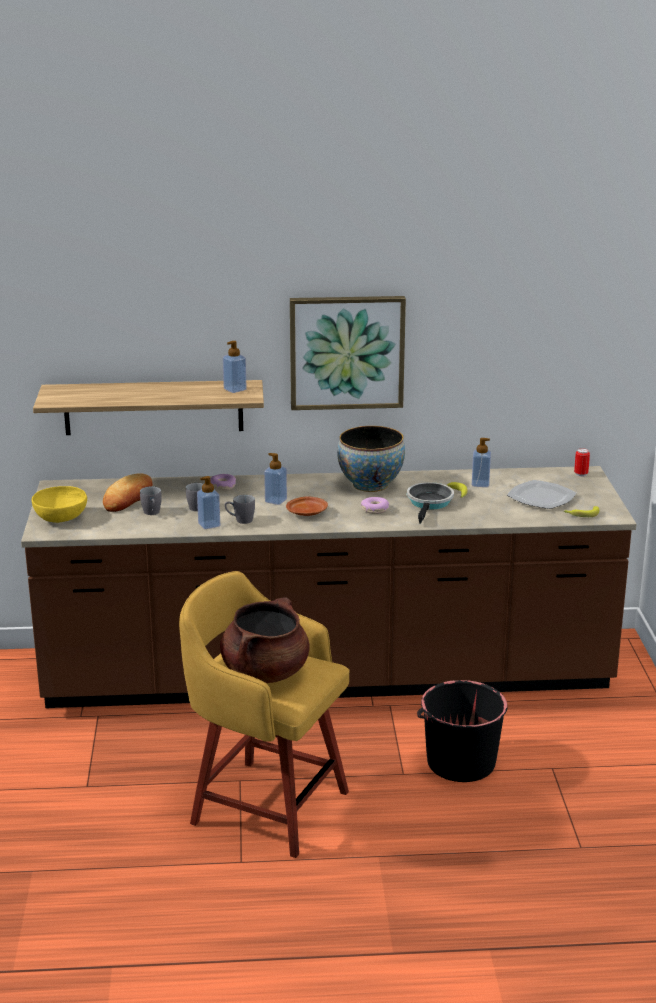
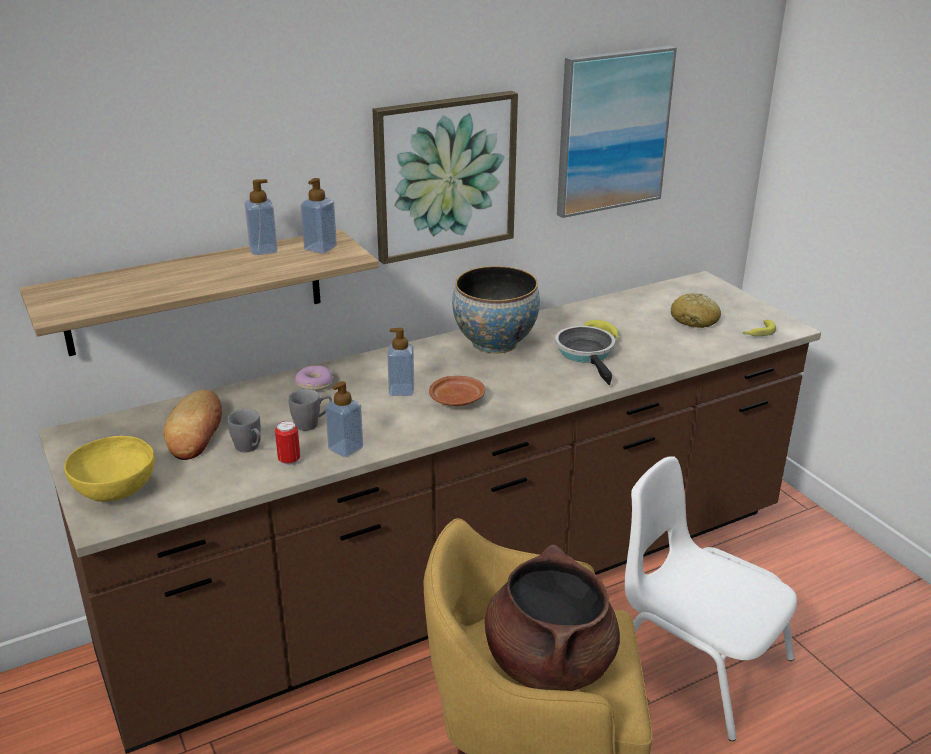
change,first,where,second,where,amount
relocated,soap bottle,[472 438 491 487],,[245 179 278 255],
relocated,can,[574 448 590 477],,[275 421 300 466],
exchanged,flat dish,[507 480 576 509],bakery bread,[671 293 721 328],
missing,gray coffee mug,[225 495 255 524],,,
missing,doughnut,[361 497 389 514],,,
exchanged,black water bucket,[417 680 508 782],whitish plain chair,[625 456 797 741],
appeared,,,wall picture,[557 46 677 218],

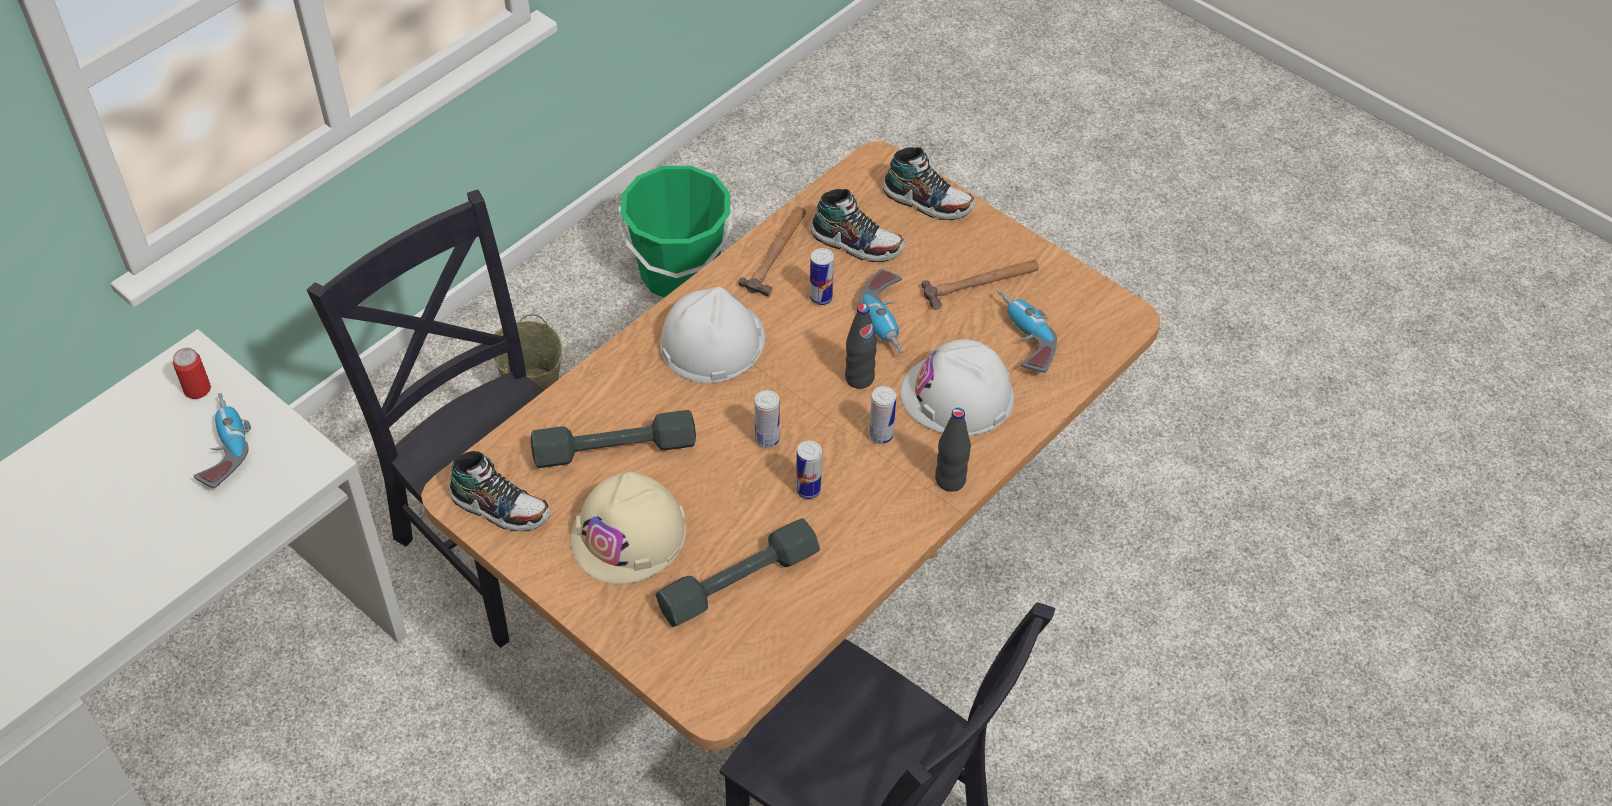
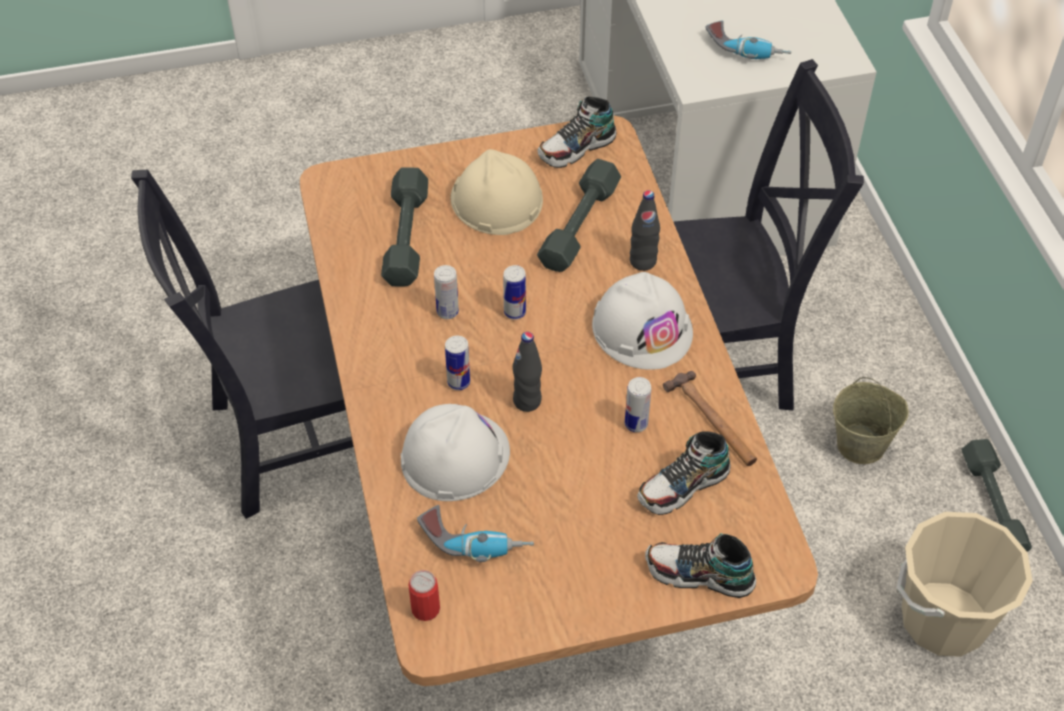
change,first,where,second,where,amount
spun,low shoe,[883 147 975 220],,[645 533 756 598],45 degrees clockwise
colour,green-coloured water bucket,[619 166 733 298],beige-coloured water bucket,[897 512 1033 657],
missing,hammer,[921 260 1039 310],,,
missing,drill,[859 269 904 354],,,
relocated,can,[173 348 211 399],,[408 570 440 621],
relocated,black bottle,[935 408 971 492],,[630 190 660 271],
appeared,,,gray hand weight,[961 439 1032 552],

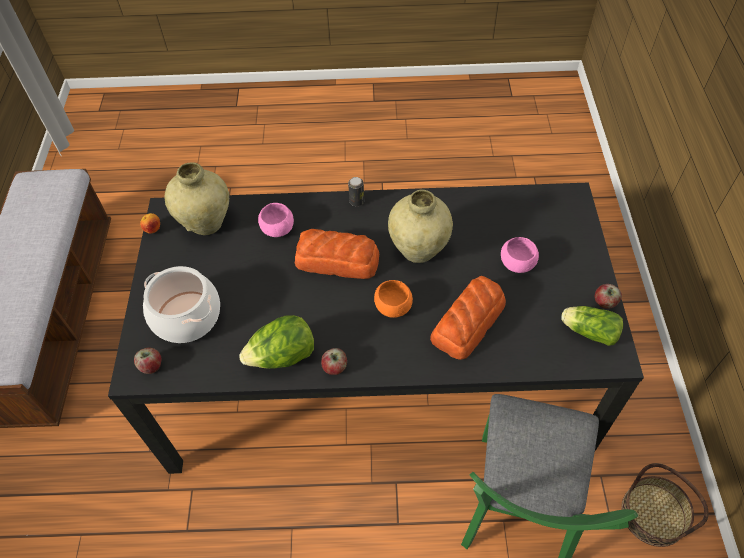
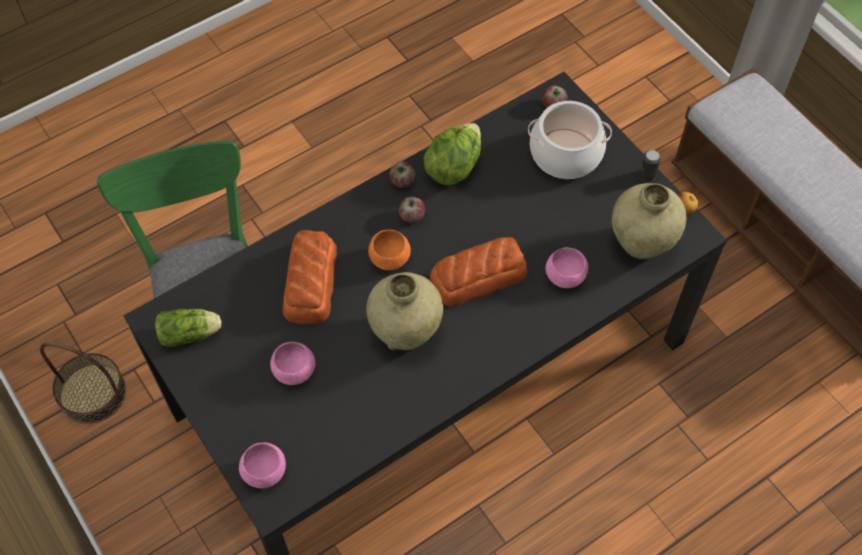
change,first,where,second,where,amount
relocated,can,[348 177 364 206],,[639 150 661 182],
relocated,apple,[594 284 622 309],,[399 197 425 223],
appeared,,,pink-coloured serving bowl,[239 442 286 488],

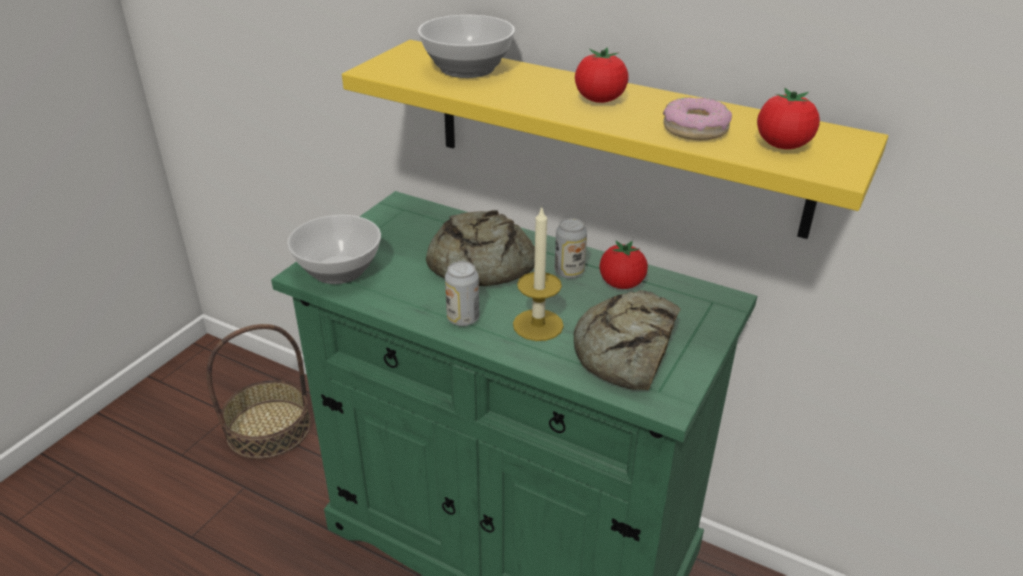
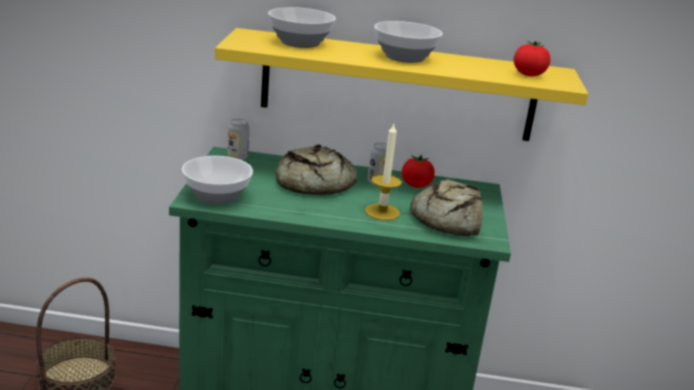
change,first,where,second,where,amount
exchanged,tomato,[575 48 629 103],serving bowl,[374 21 443 63],
missing,doughnut,[663 97 732 140],,,
relocated,can,[445 261 479 326],,[227 119 250 160],

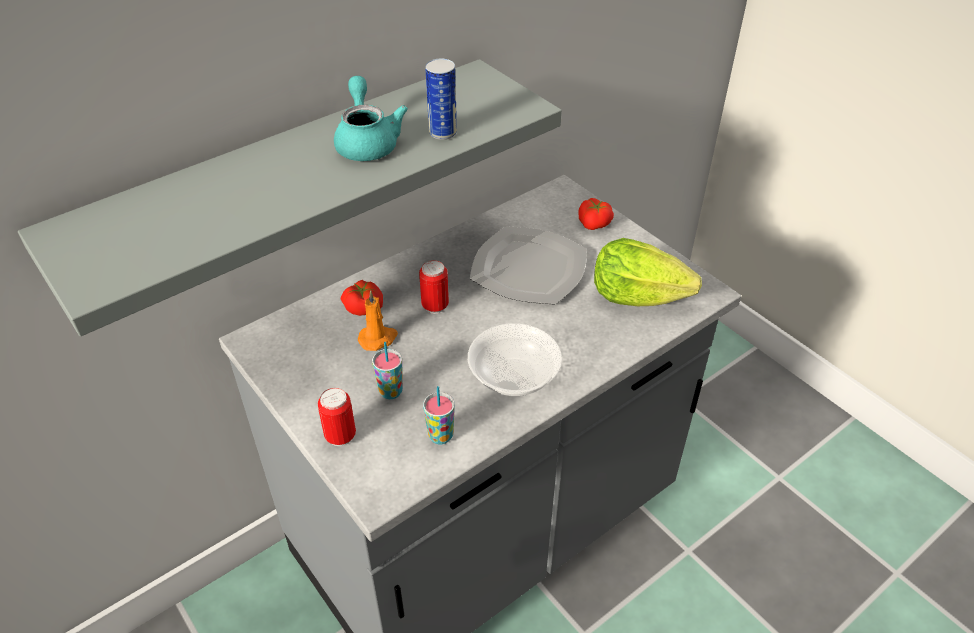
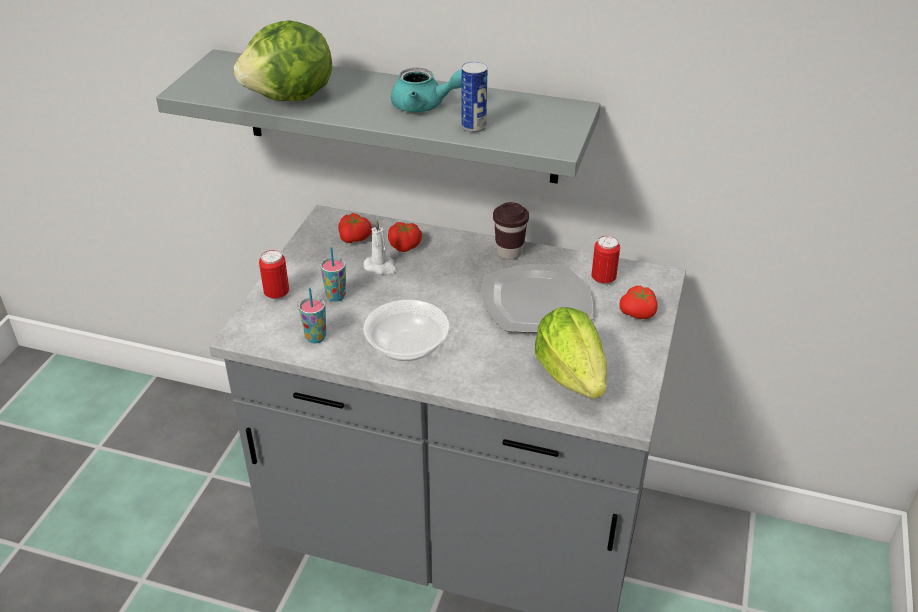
change,first,where,second,where,amount
spun,blue-green tea pot,[334 76 408 161],,[391 68 462 112],60 degrees clockwise
relocated,can,[419 260 449 314],,[591 236 620 286],
colour,orange wax light,[358 290 398 351],whitish wax light,[364 219 397 274],
appeared,,,lettuce,[234 20 332 101],
appeared,,,brownish drinking cup,[493 202 529 260],
appeared,,,tomato,[338 213 372 243],

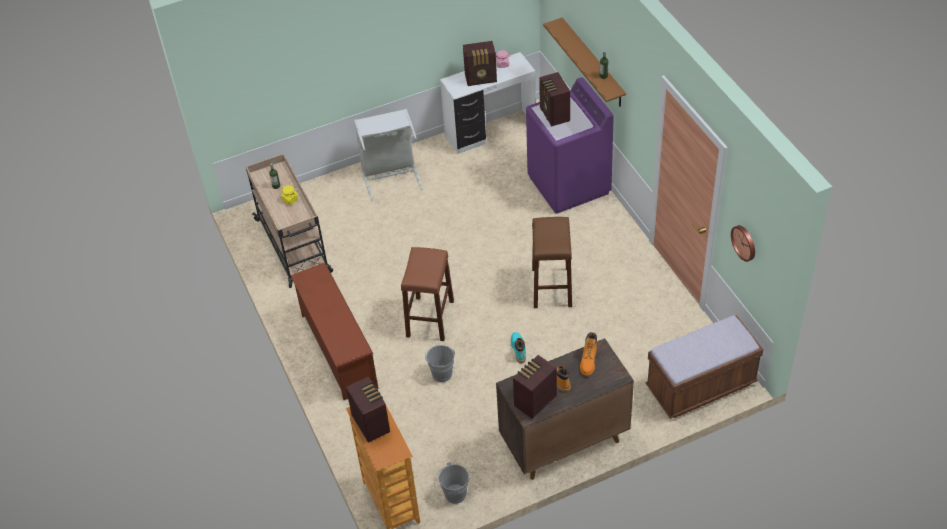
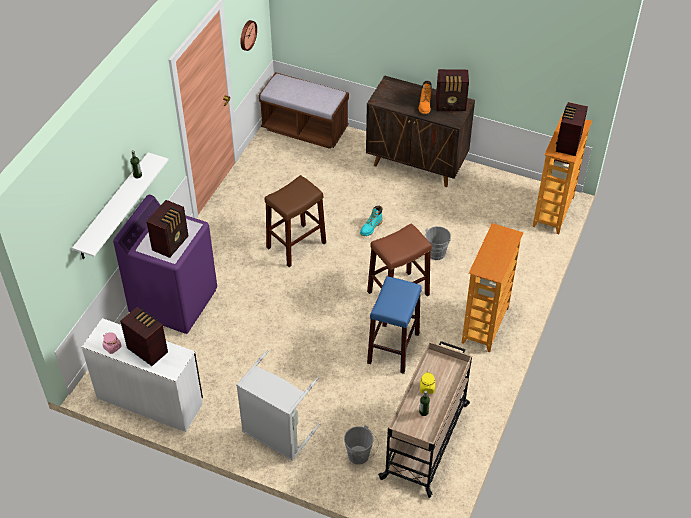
change,first,where,second,where,amount
colour,brownish bracket shelf,[543 18 626 107],whitish bracket shelf,[72 152 169 259],
exchanged,brownish shoe stand,[290 263 378 400],shelving unit,[462 223 524 352],
missing,orange boot,[580 332 597 376],,,
relocated,gray water bucket,[434 462 469 504],,[344 425 378 465],
appeared,,,blue-coloured stool,[367 276 422 374],

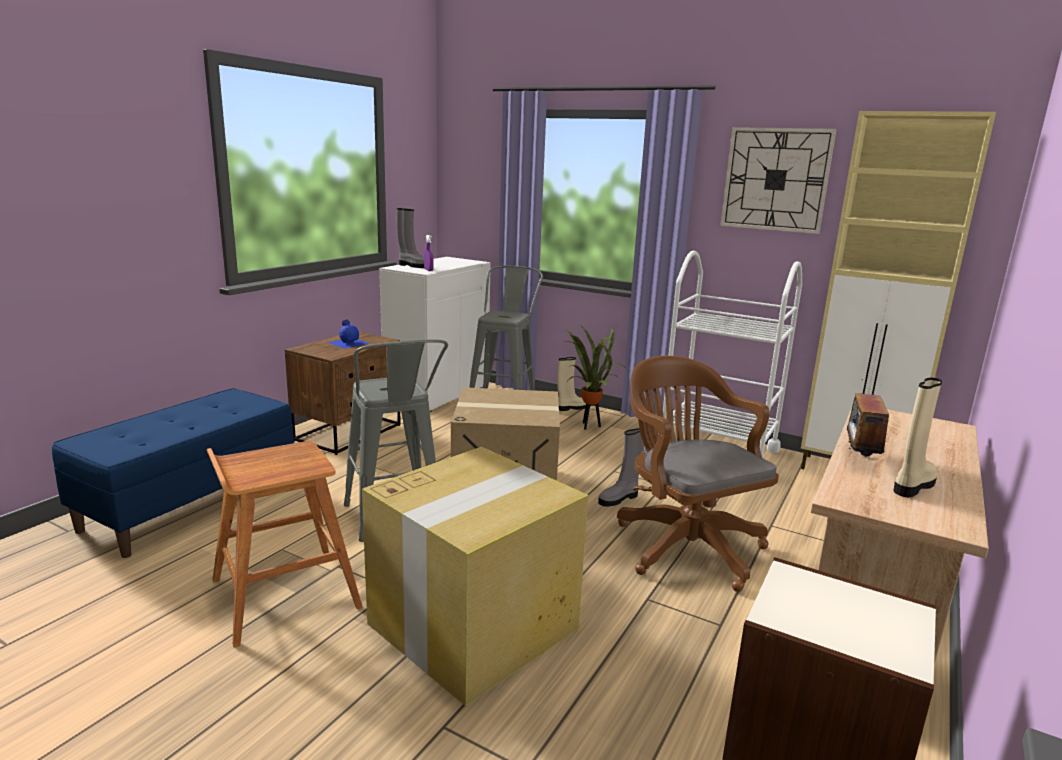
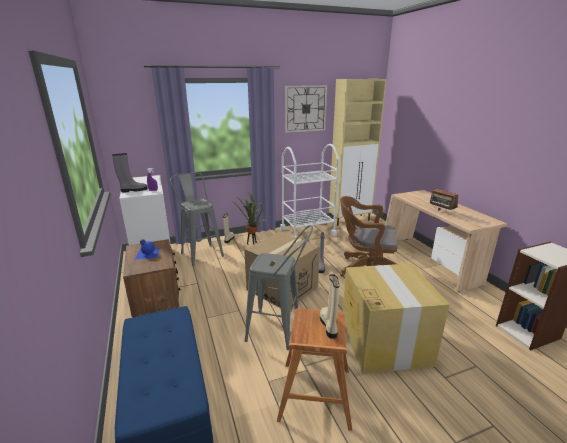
change,first,where,second,where,amount
relocated,beige-coloured boot,[894 378 942 497],,[320 274 340 339],

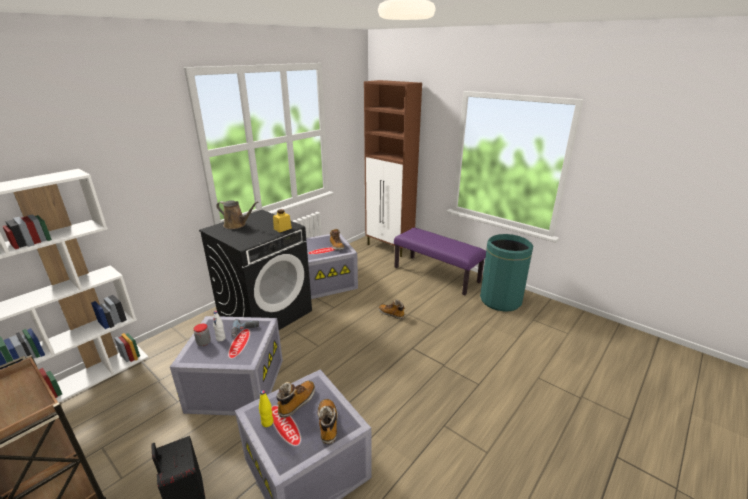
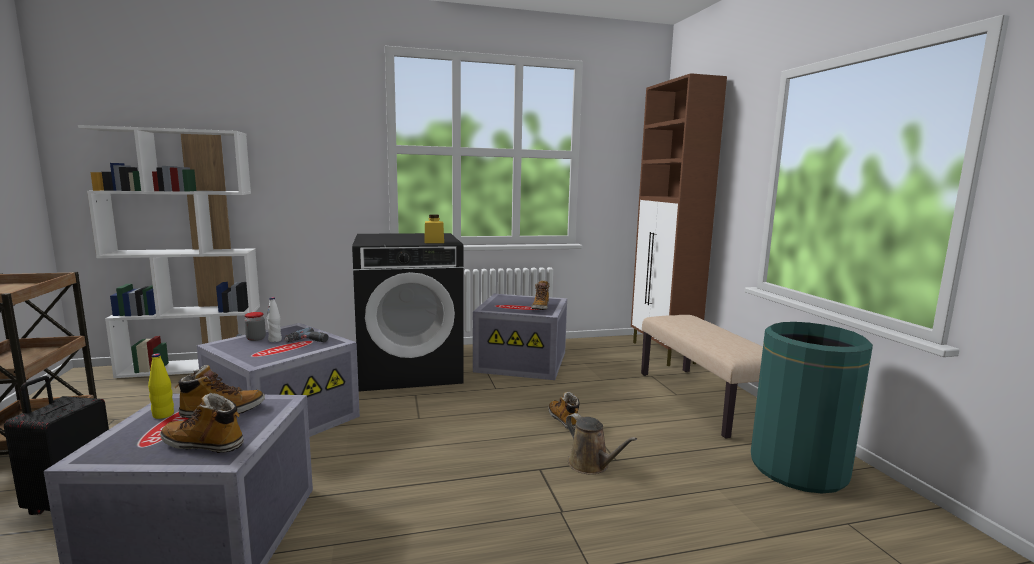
change,first,where,second,where,amount
relocated,brownish watering pot,[216 201 258 229],,[566 413 637 475],
colour,purple-coloured indoor bench,[394 227 486 295],beige-coloured indoor bench,[641 315 763 439],
spun,boot,[318 399 338 445],,[160 393 244 453],105 degrees counterclockwise

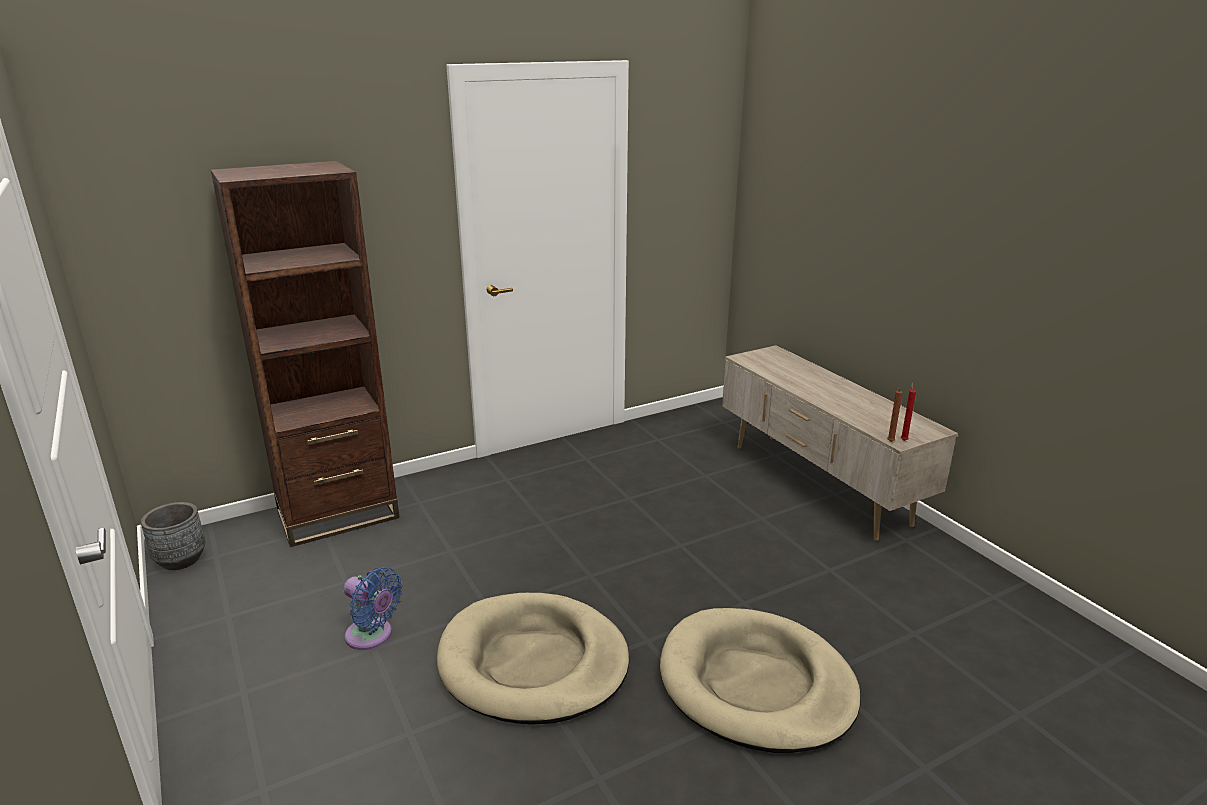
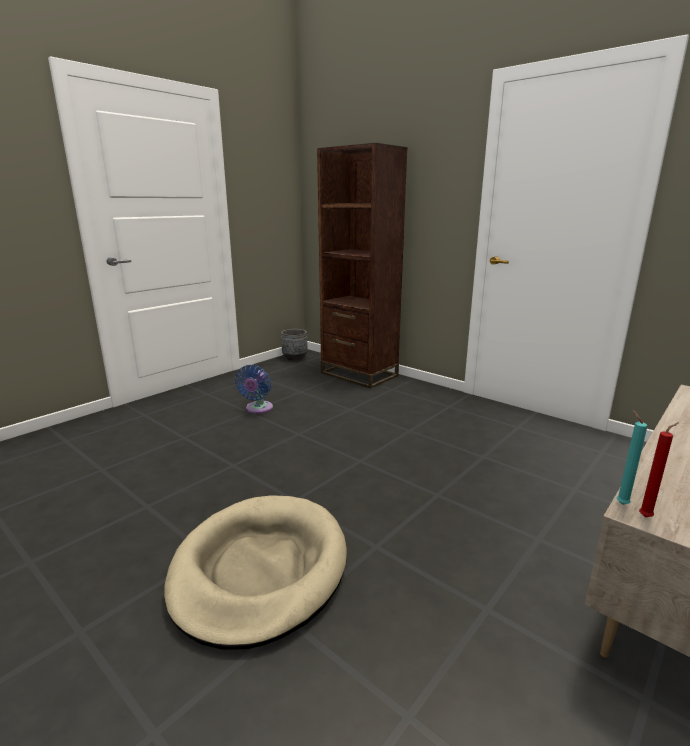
change,first,where,second,where,amount
colour,brownish wax light,[887 386 902 442],blue-green wax light,[617 410 647 505],
missing,beige-coloured dog cushion,[437 593 629 725],,,

